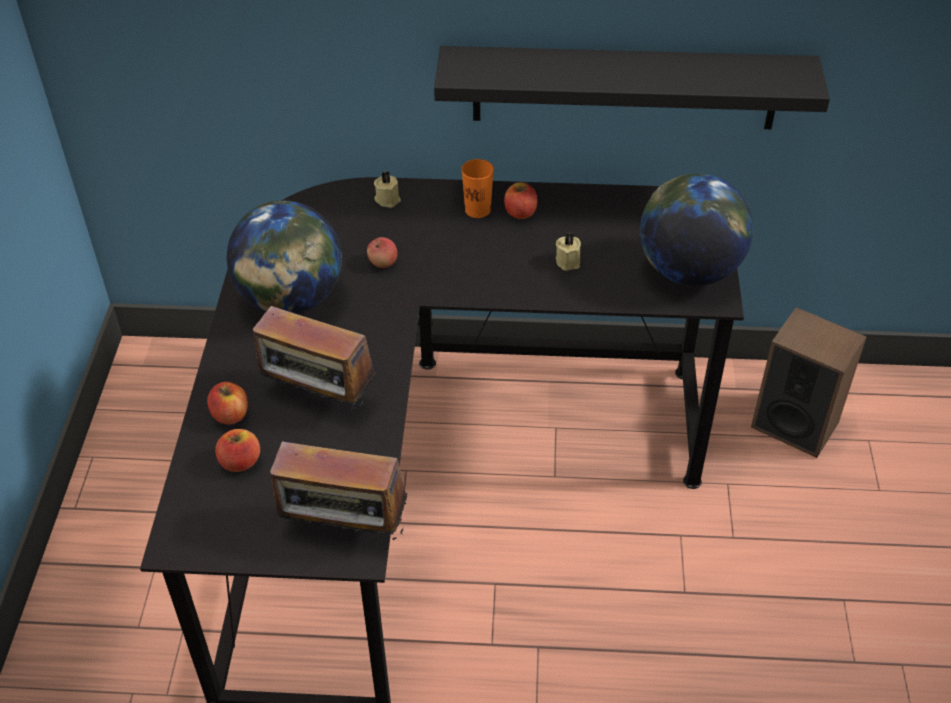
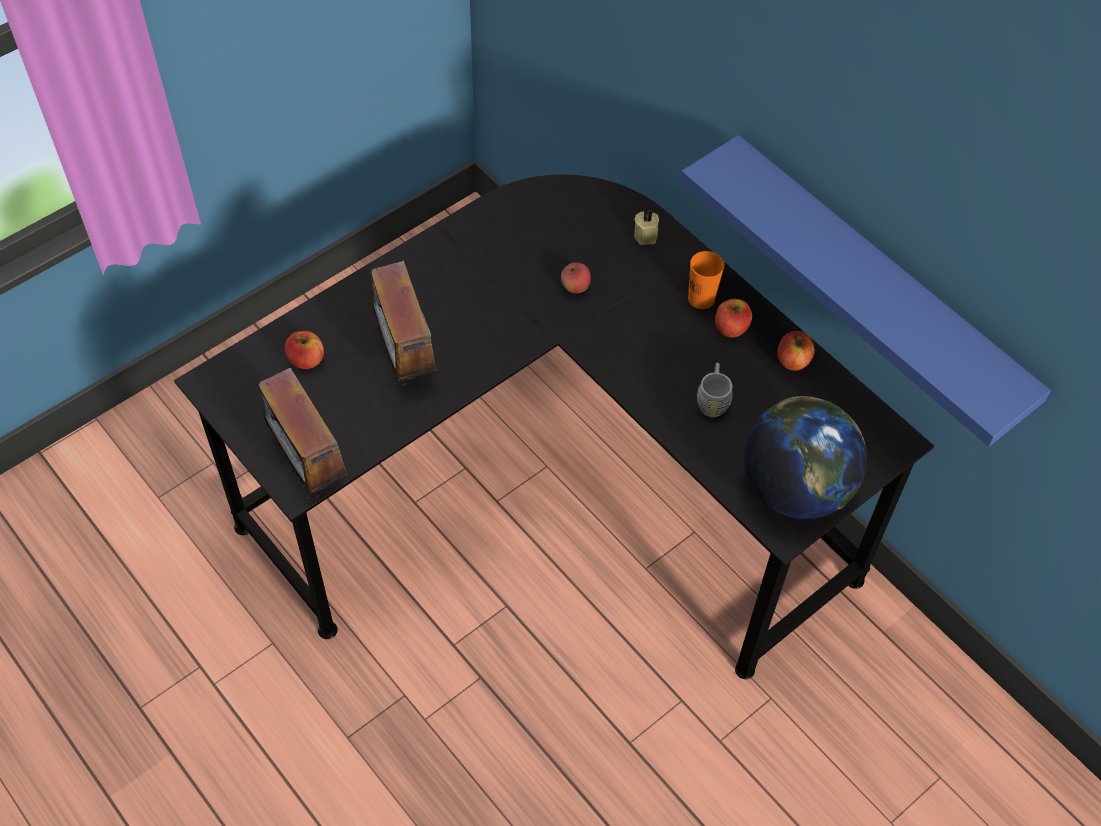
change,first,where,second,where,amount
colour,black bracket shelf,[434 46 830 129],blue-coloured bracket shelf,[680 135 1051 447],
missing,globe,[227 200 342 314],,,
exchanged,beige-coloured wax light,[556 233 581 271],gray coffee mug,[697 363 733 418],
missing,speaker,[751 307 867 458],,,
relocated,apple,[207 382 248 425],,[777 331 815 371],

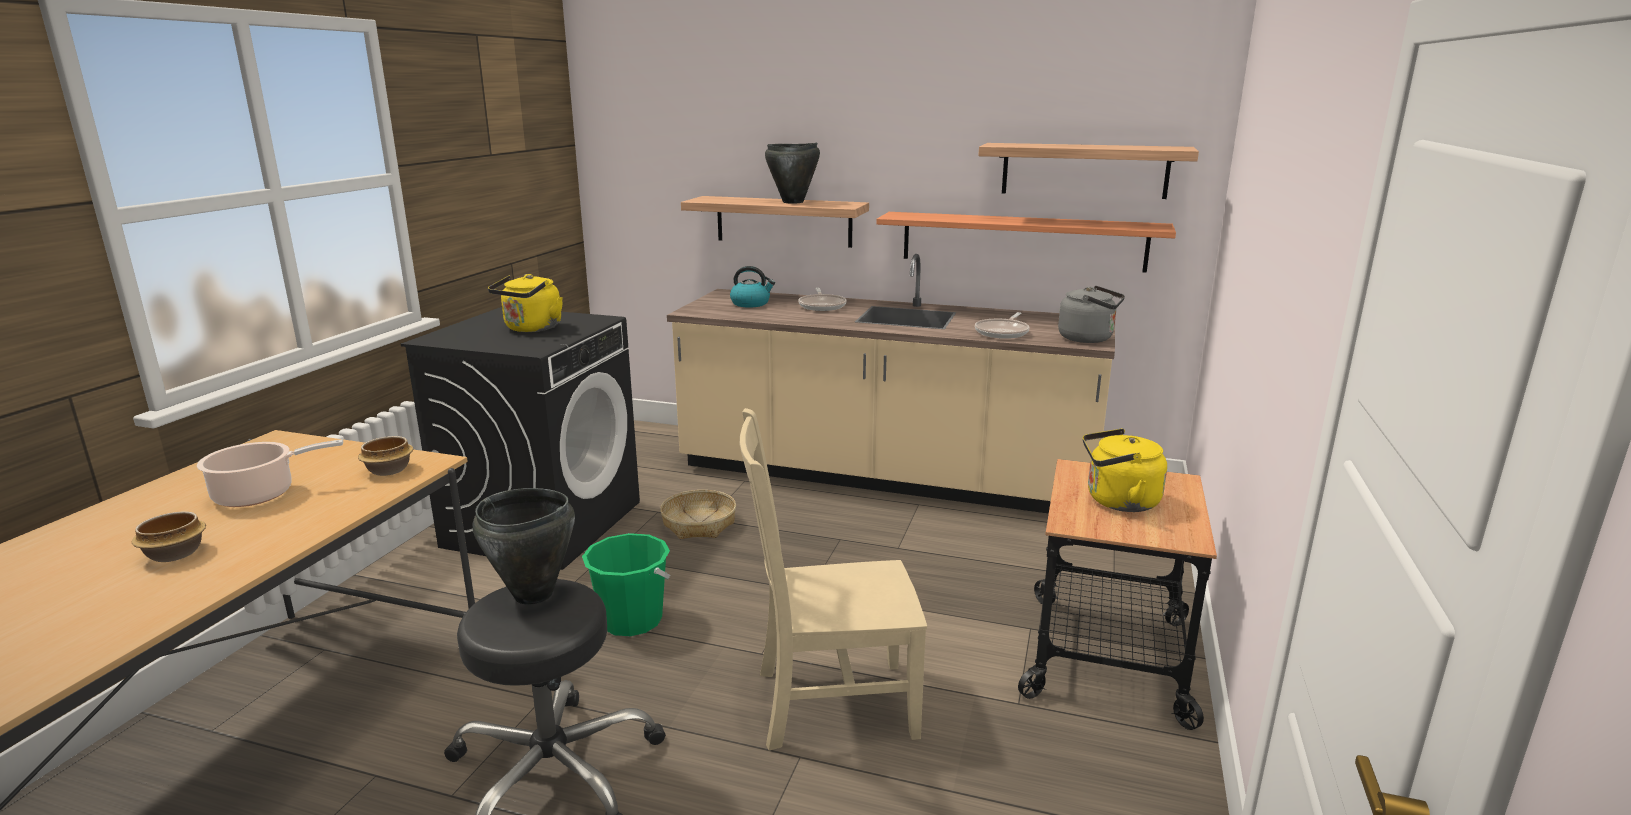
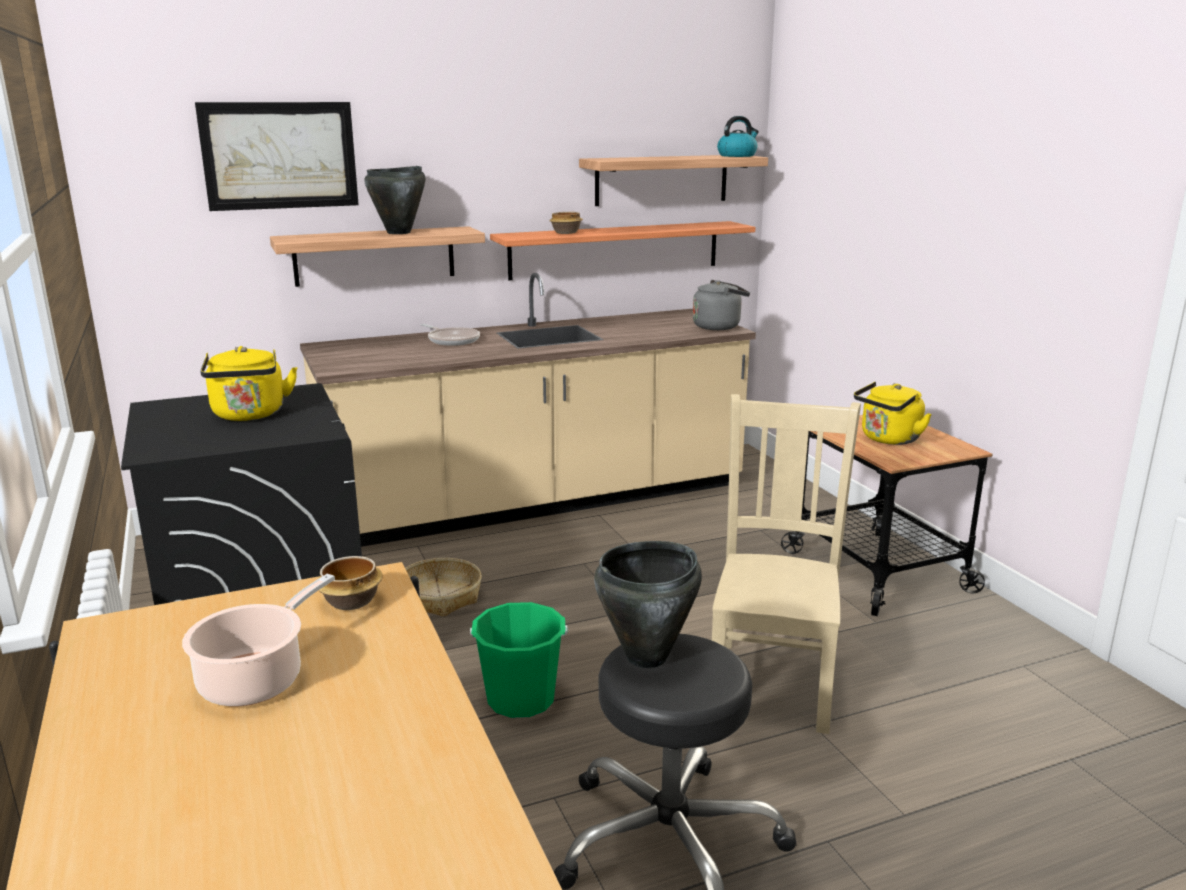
change,first,where,second,where,amount
relocated,kettle,[730 266 775 308],,[717 116 759 157],
missing,pan,[975 312 1030 339],,,
spun,beige-coloured plain chair,[740 408 927 751],,[712 394 861 734],150 degrees clockwise
relocated,serving bowl,[132 511 206 562],,[549 212 583 234],
appeared,,,wall picture,[195 102 359 211],

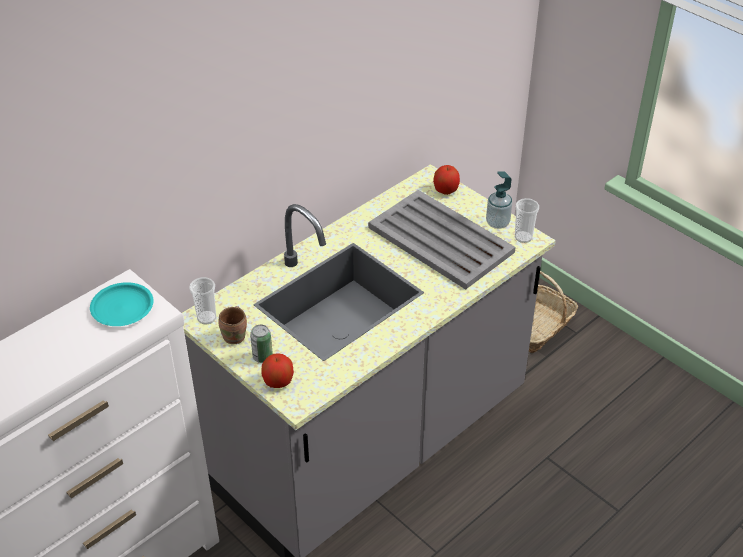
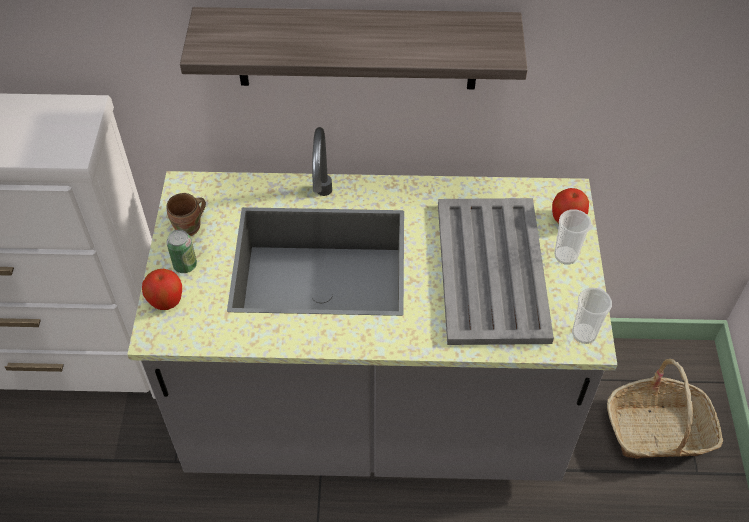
change,first,where,second,where,amount
missing,soap bottle,[486 172 513 229],,,
relocated,drinking cup,[189 277 217 324],,[554 209 591 265],
missing,blue-green flat dish,[90 282 153 326],,,
appeared,,,bracket shelf,[180 7 528 89],

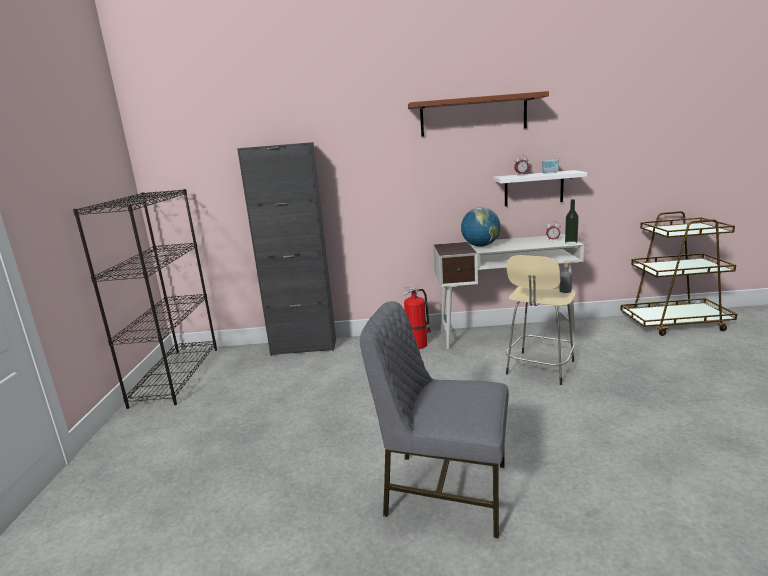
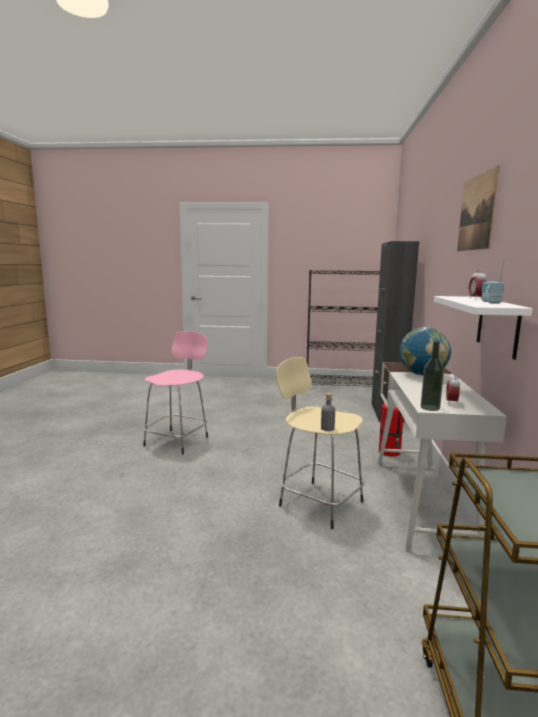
change,first,where,second,where,amount
exchanged,brownish bracket shelf,[408 91 549 137],wall picture,[457 165 500 251],
exchanged,gray plain chair,[360 301 509 539],pink-coloured stool,[143 331 208 454],

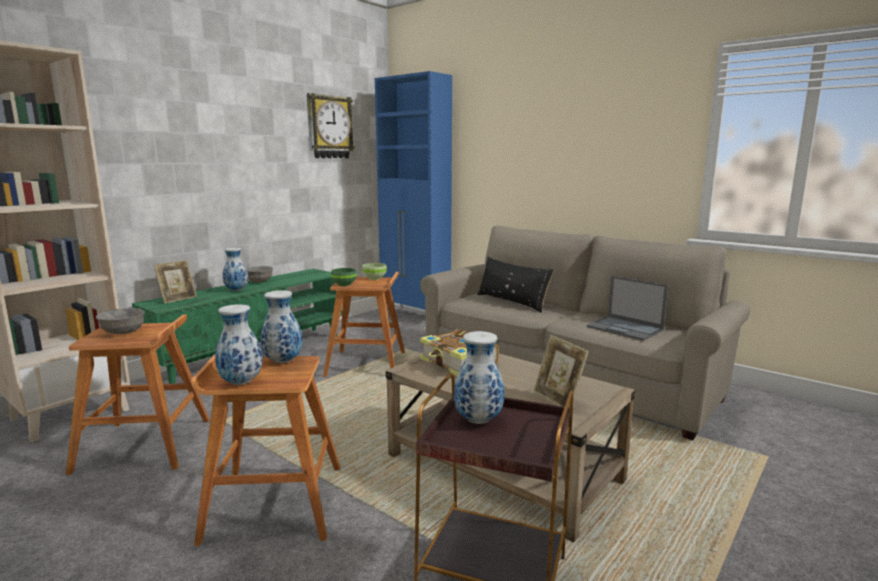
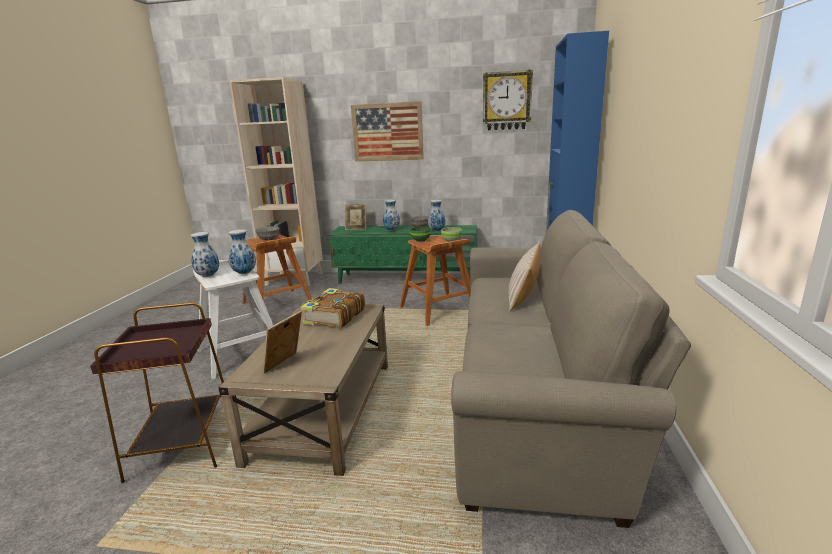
change,first,where,second,where,amount
colour,black throw pillow,[477 257 553 313],beige-coloured throw pillow,[508 242 541 312],
missing,laptop,[587 276 668 341],,,
relocated,flower vase,[454 331 505 424],,[428 200 445 232],
colour,brownish stool,[191 355 340 546],whitish stool,[193 260 273 379],
appeared,,,wall picture,[351 101 424 162],

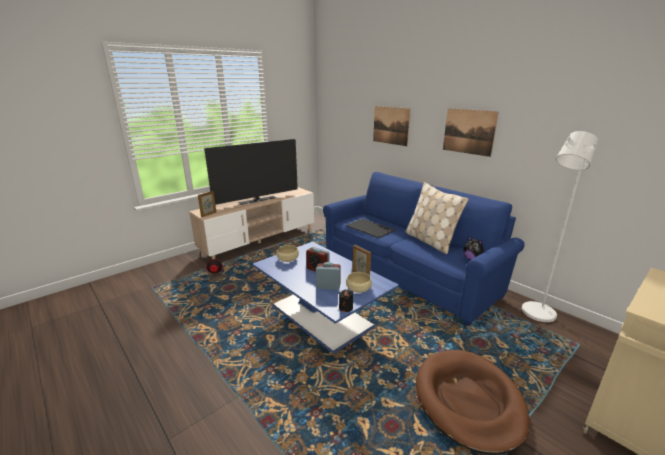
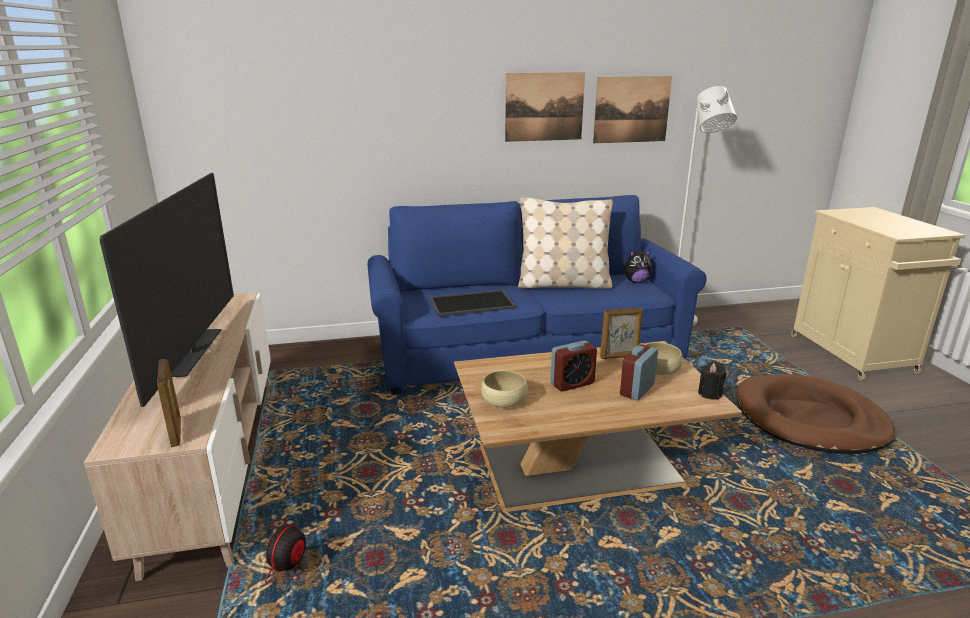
change,first,where,second,where,amount
relocated,wall picture,[373 106 410 146],,[593 76 672 143],
colour,blue-coloured coffee table,[252 242 399 354],brownish coffee table,[454 341 742 512],

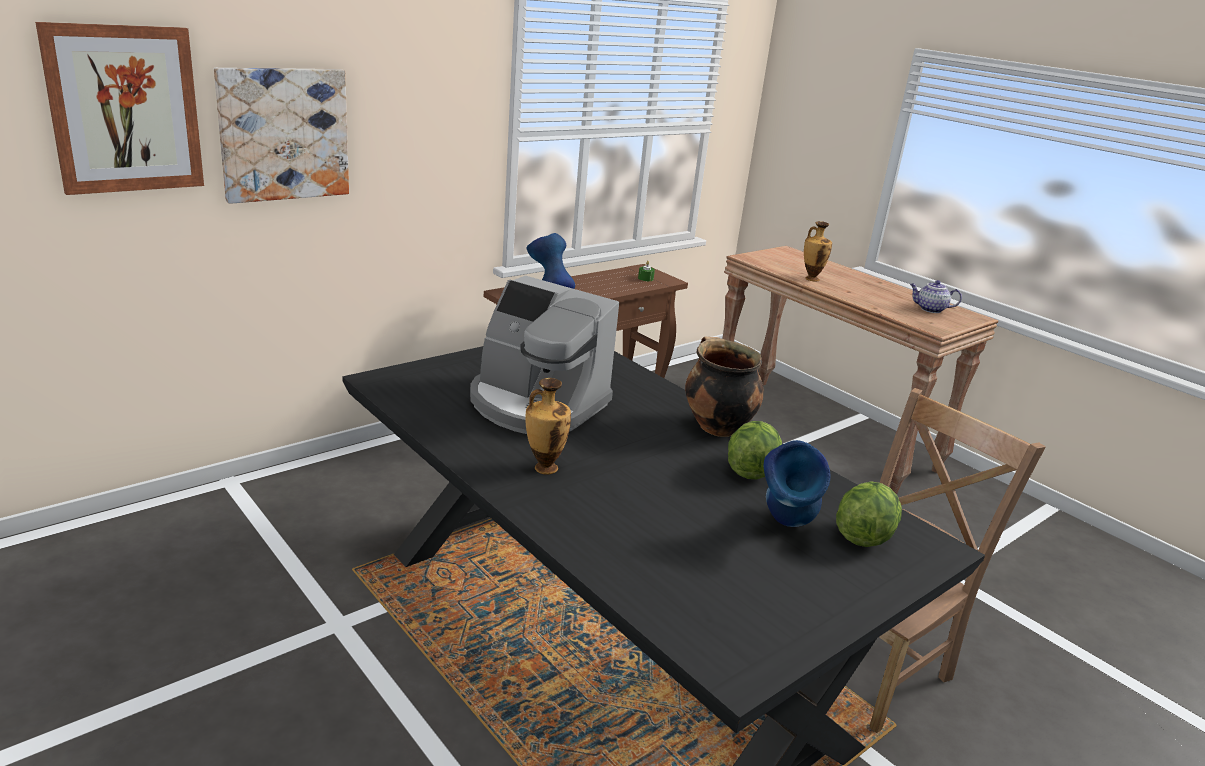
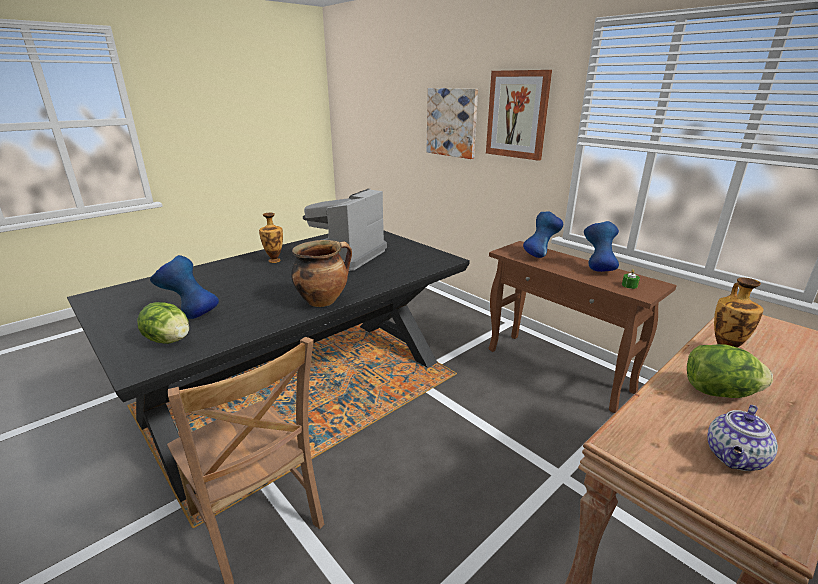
change,first,where,second,where,amount
relocated,wall picture,[35 22 204 195],,[486 70 552 161],
spun,tea pot,[910 280 962 313],,[707 405 778 471],150 degrees counterclockwise
relocated,lettuce,[728 421 782 479],,[687 344 773 398],
appeared,,,blue-coloured flower vase,[584 221 619 272],

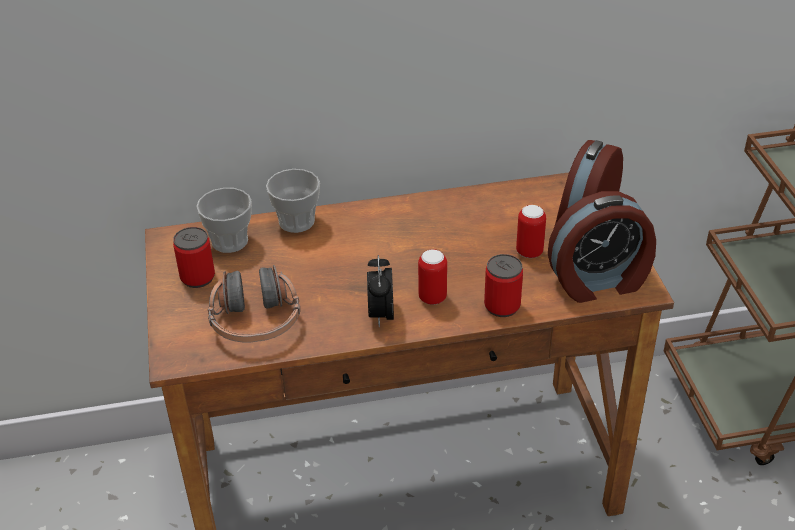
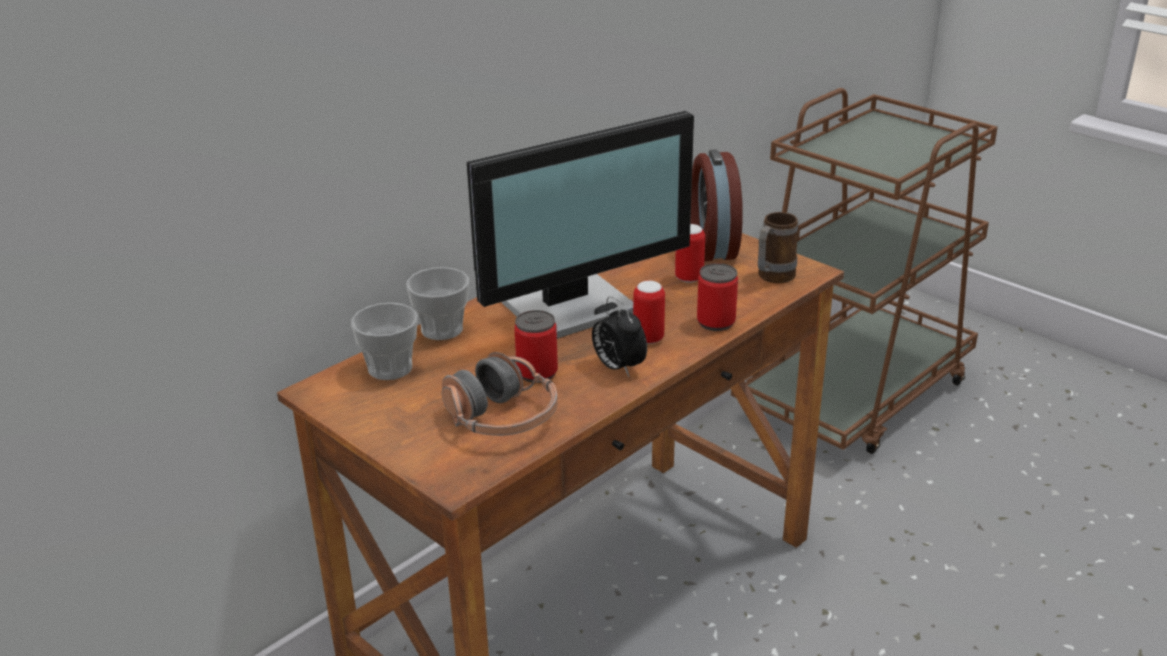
change,first,where,second,where,amount
exchanged,alarm clock,[548 191 656 303],coffee mug,[758 212 798 283],
relocated,can,[173 227 215 288],,[514 310 558 383],
appeared,,,computer screen,[467 111 694 339],

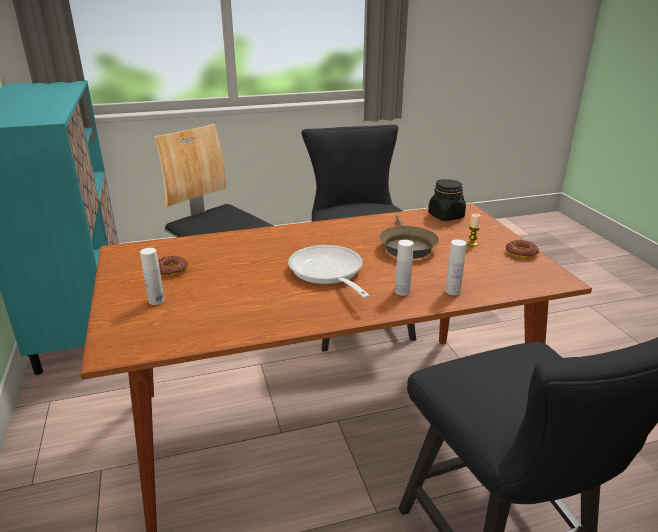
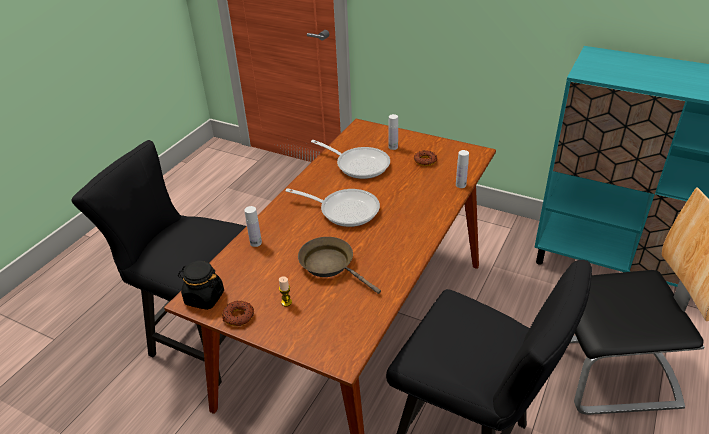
change,first,where,second,where,amount
relocated,black preserve jar,[428 179 466 221],,[178 261 224 310],
relocated,whitish bottle,[395 240 413 296],,[456 150 469 188],
appeared,,,pan,[311 140 390 179],

